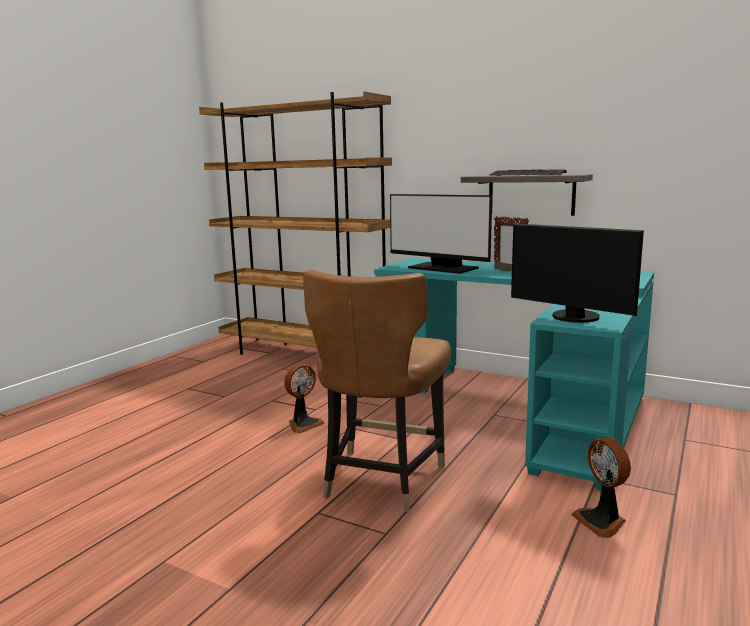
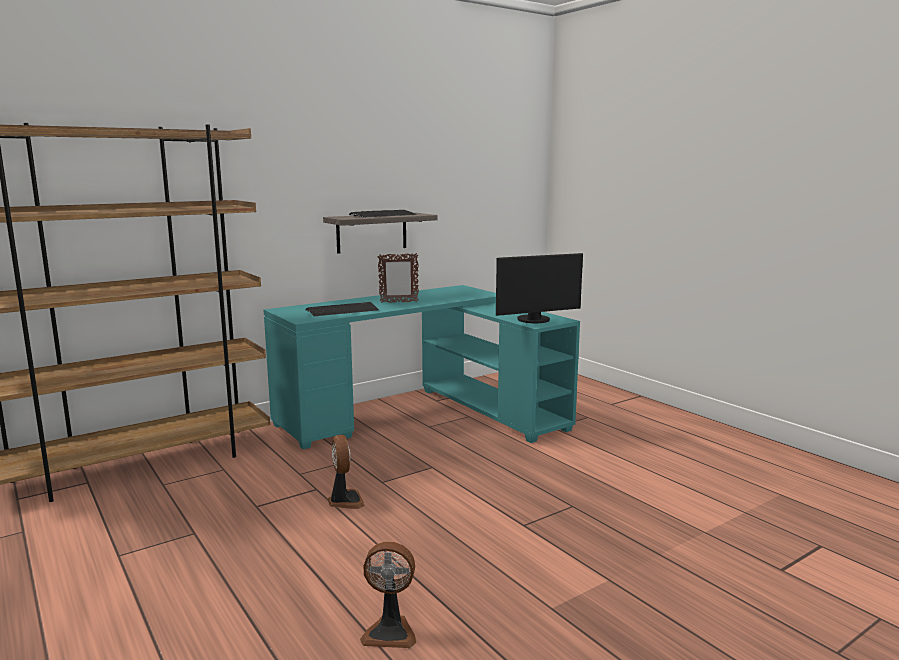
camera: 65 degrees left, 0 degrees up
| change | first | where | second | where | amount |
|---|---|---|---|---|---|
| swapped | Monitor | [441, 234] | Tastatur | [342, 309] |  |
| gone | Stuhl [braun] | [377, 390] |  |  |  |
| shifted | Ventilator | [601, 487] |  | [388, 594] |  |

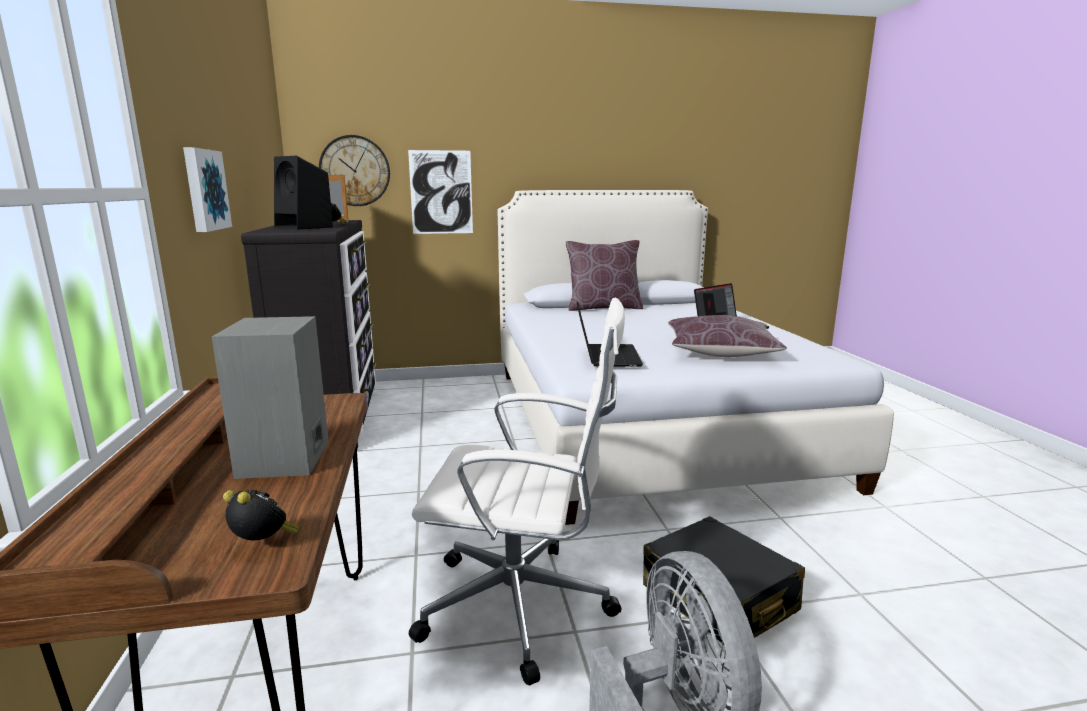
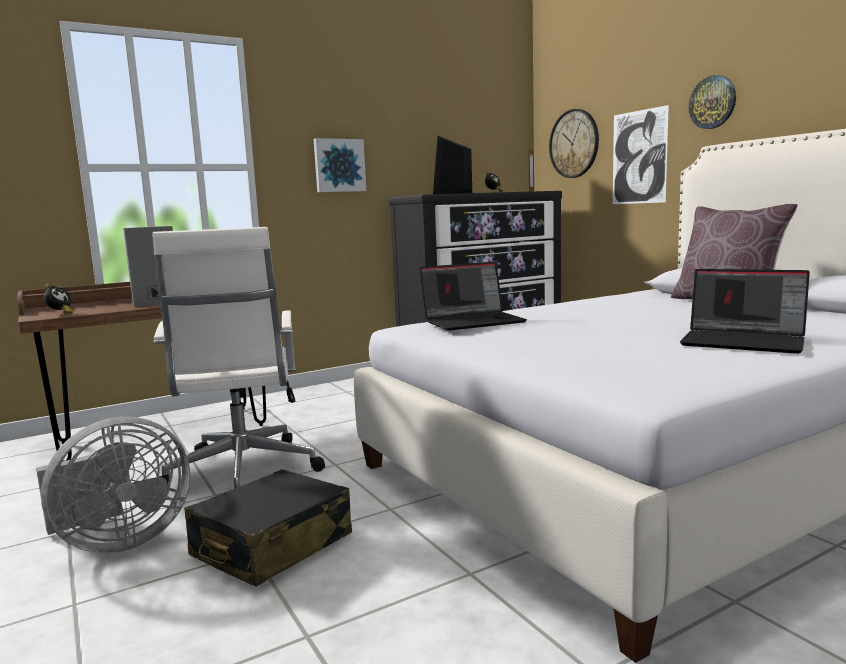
camera: 70 degrees right, 5 degrees down
| change | first | where | second | where | amount |
|---|---|---|---|---|---|
| gone | Kissen [braun] | [727, 336] |  |  |  |
| new |  |  | Wanduhr | [712, 102] |  |

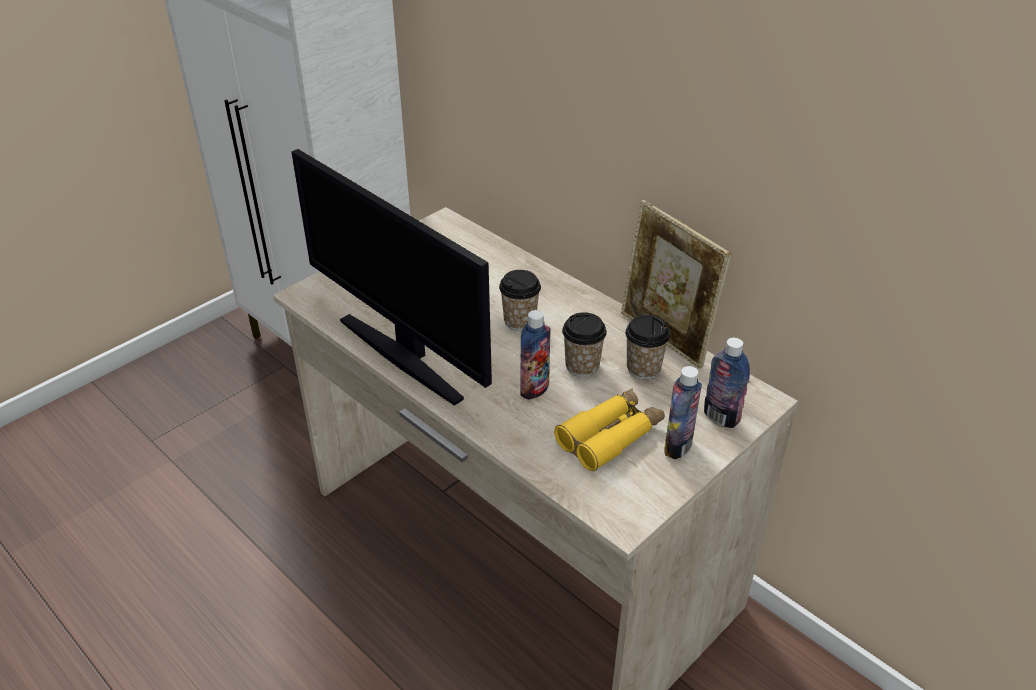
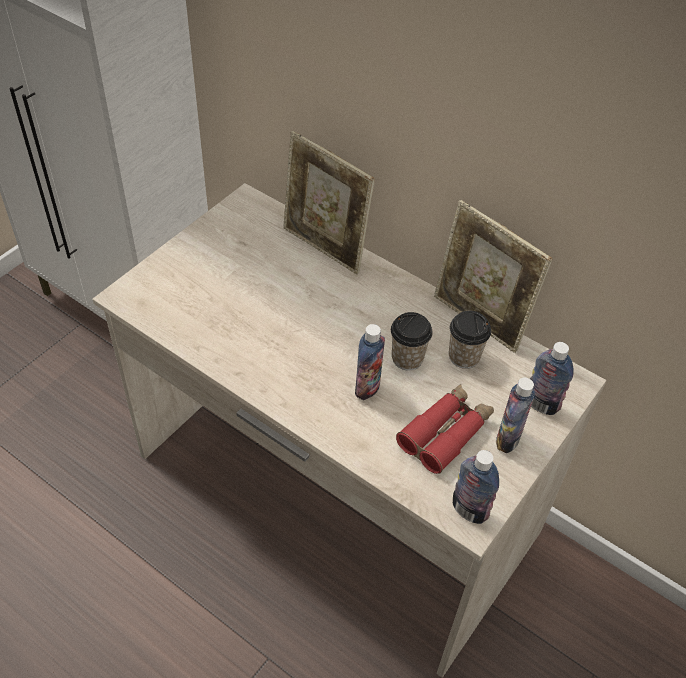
camera: 10 degrees left, 10 degrees up
| change | first | where | second | where | amount |
|---|---|---|---|---|---|
| gone | Monitor | [391, 277] |  |  |  |
| gone | Tasse | [520, 300] |  |  |  |
| repainted | Fernglas [gelb] | [609, 429] | Fernglas [rot] | [445, 429] |  |
| new |  |  | Bilderrahmen | [329, 202] |  |
| new |  |  | Flasche | [476, 487] |  |

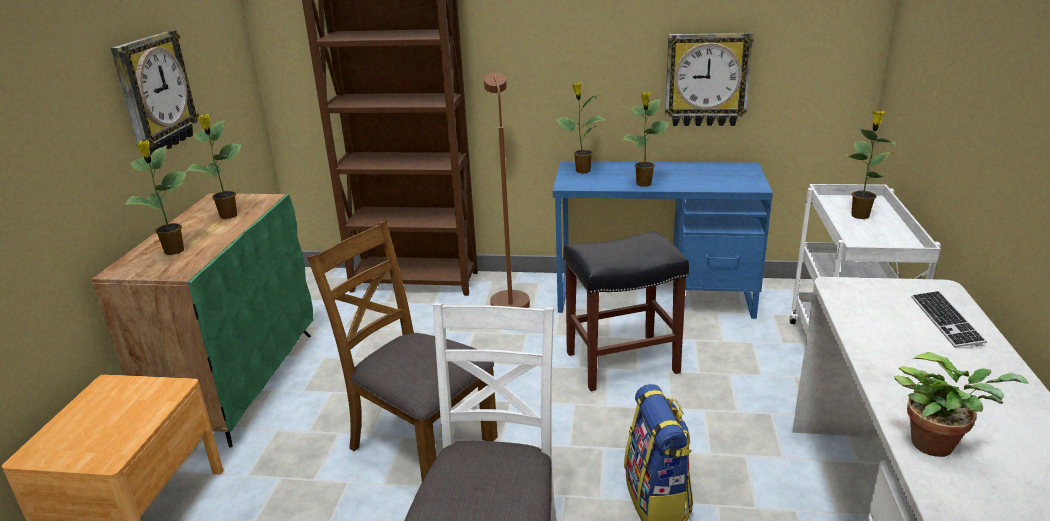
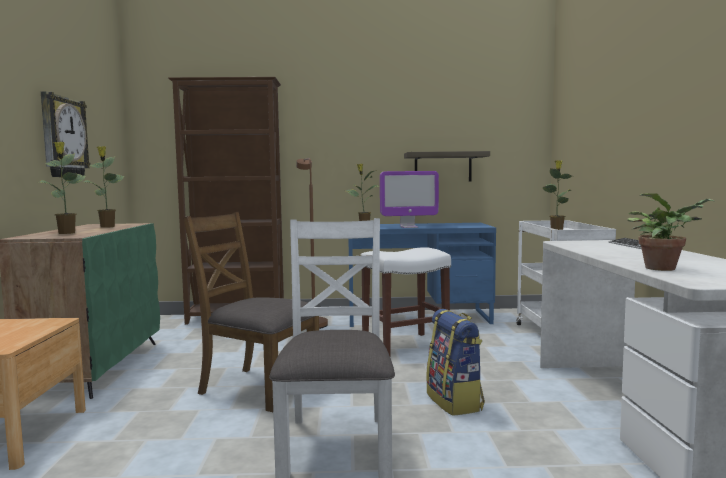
camera: 10 degrees left, 20 degrees down
| change | first | where | second | where | amount |
|---|---|---|---|---|---|
| swapped | Wanduhr | [709, 79] | Wandregal | [447, 166] |  |
| swapped | Topfpflanze | [645, 139] | Monitor | [409, 199] |  |
| repainted | Hocker [schwarz] | [626, 311] | Hocker [weiß] | [405, 301] |  |

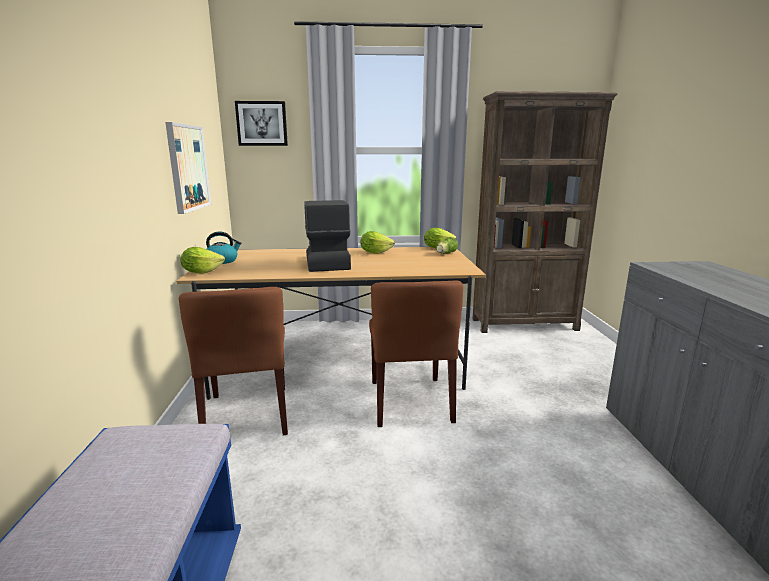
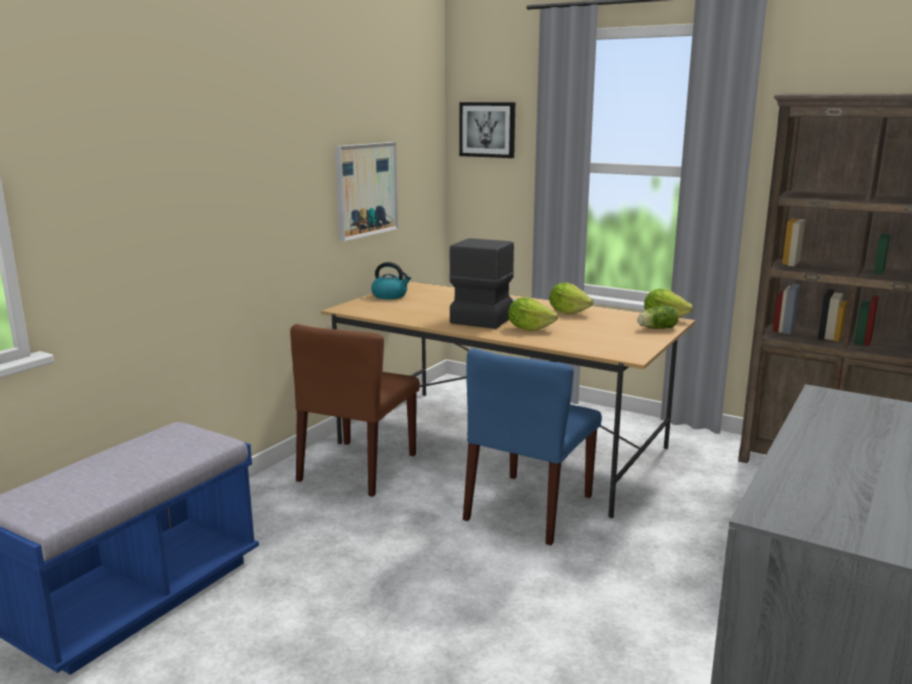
camera: 35 degrees right, 0 degrees up
| change | first | where | second | where | amount |
|---|---|---|---|---|---|
| shifted | Salatkopf | [203, 260] |  | [533, 314] |  |
| repainted | Stuhl [braun] | [416, 353] | Stuhl [blau] | [532, 446] |  |

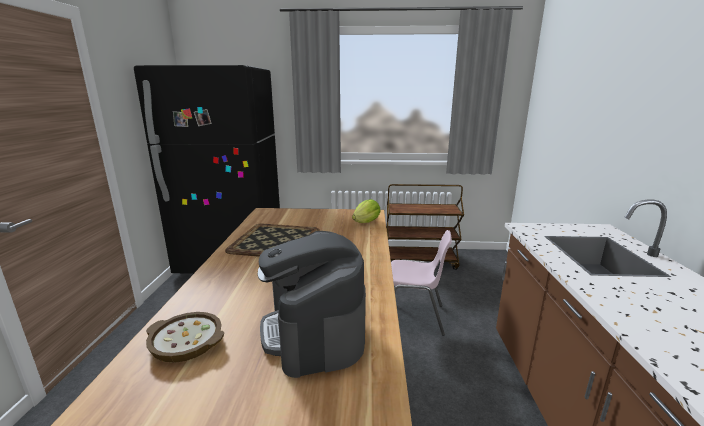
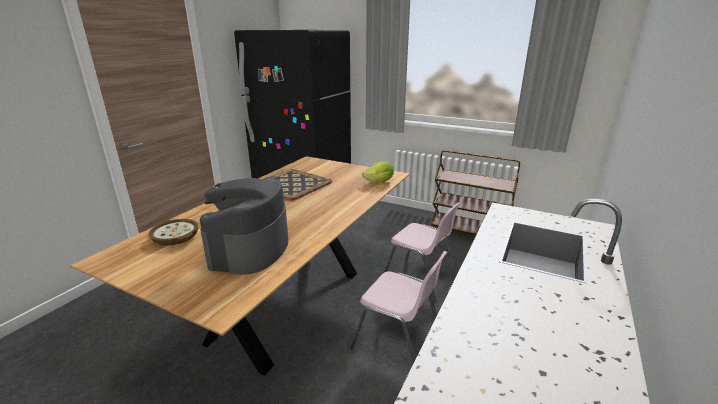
camera: 25 degrees right, 5 degrees up
| change | first | where | second | where | amount |
|---|---|---|---|---|---|
| new |  |  | Stuhl [rosa] | [399, 307] |  |

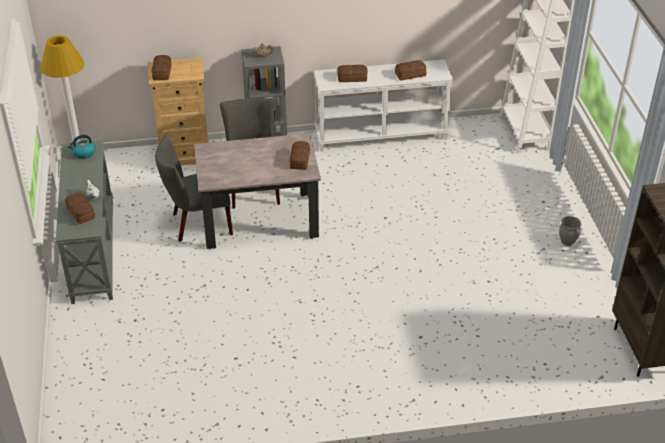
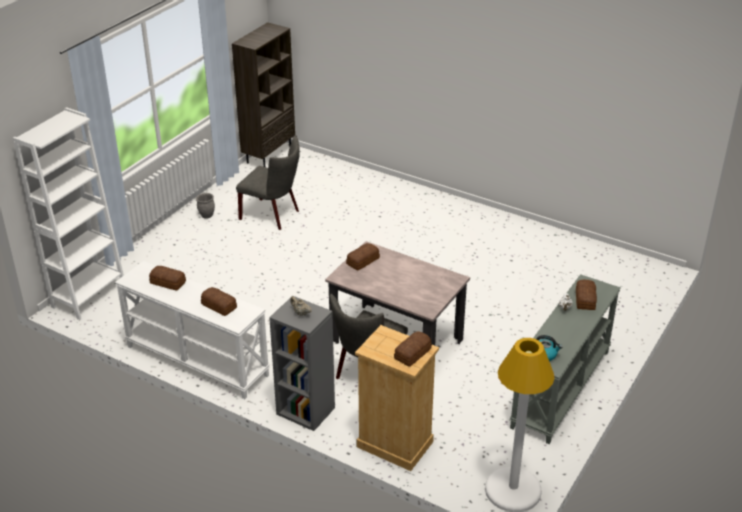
camera: 140 degrees left, 5 degrees down
| change | first | where | second | where | amount |
|---|---|---|---|---|---|
| shifted | Stuhl [grau] | [194, 188] |  | [268, 182] |  |

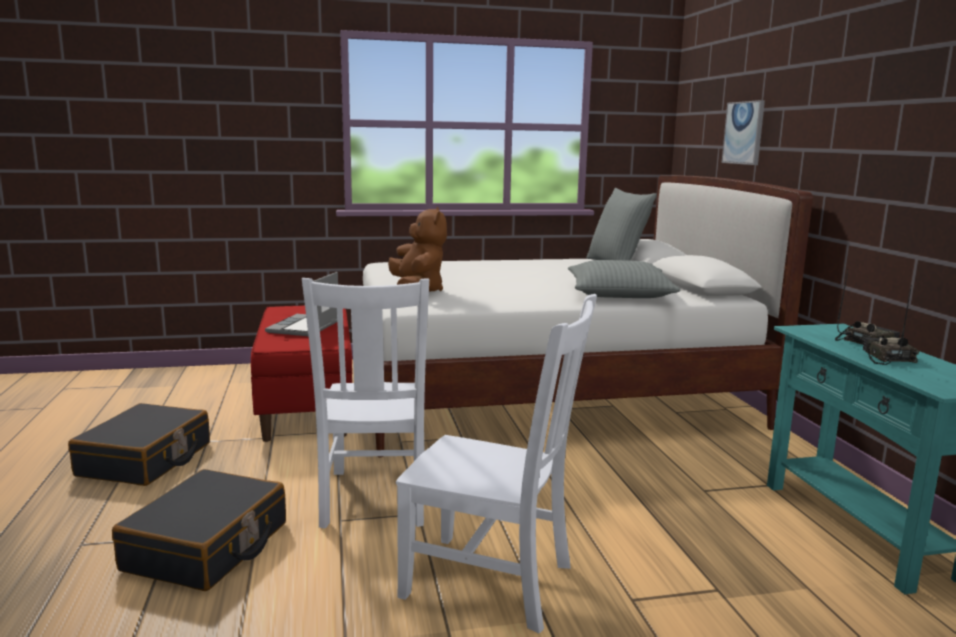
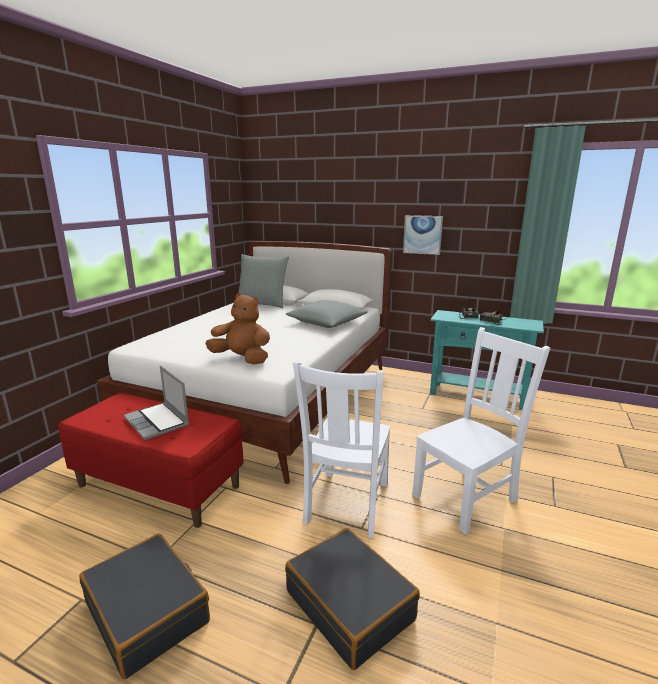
camera: 55 degrees left, 5 degrees up
| change | first | where | second | where | amount |
|---|---|---|---|---|---|
| shifted | Bild | [743, 132] |  | [423, 235] |  |
| rotated | Stuhl [weiß] | [365, 403] |  | [341, 449] | 75 degrees clockwise |

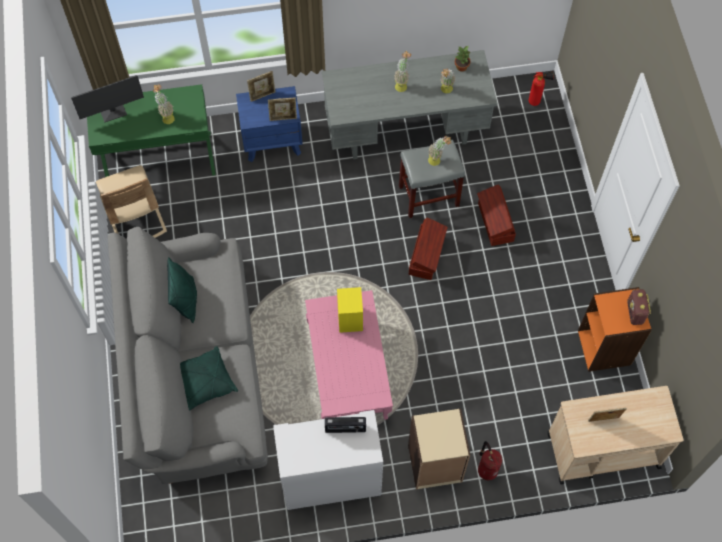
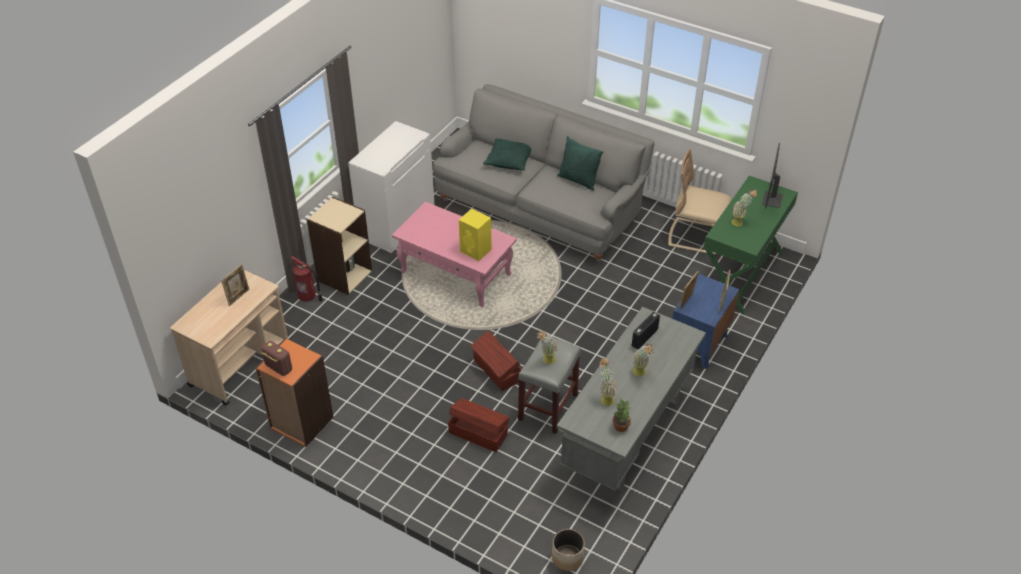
camera: 130 degrees right, 20 degrees down
| change | first | where | second | where | amount |
|---|---|---|---|---|---|
| swapped | Feuerlöscher | [541, 88] | Pflanzkübel | [568, 550] |  |
| shifted | Radio | [345, 425] |  | [646, 330] |  |

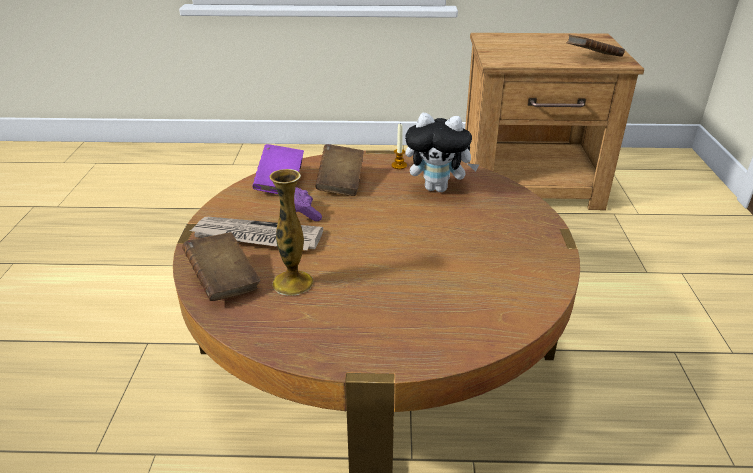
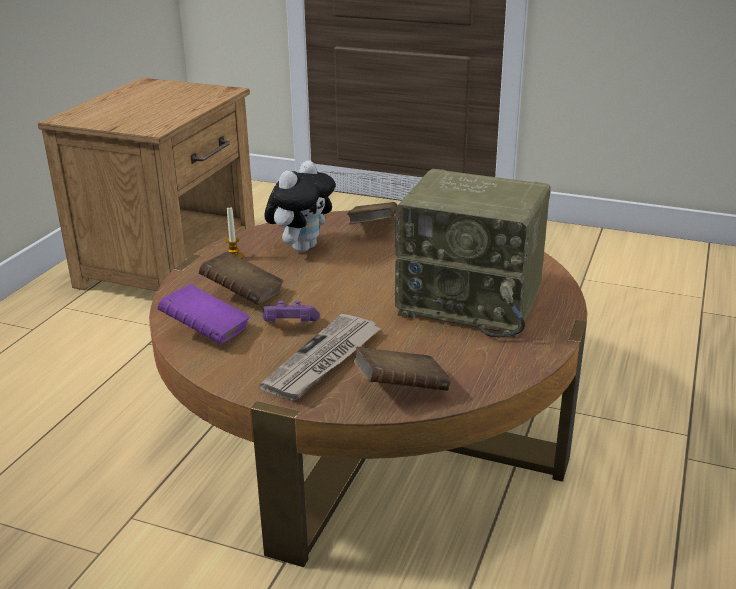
camera: 70 degrees left, 5 degrees down
| change | first | where | second | where | amount |
|---|---|---|---|---|---|
| shifted | Buch [braun] | [596, 45] |  | [372, 213] |  |
| gone | Vase | [291, 232] |  |  |  |
| new |  |  | Radio | [473, 253] |  |

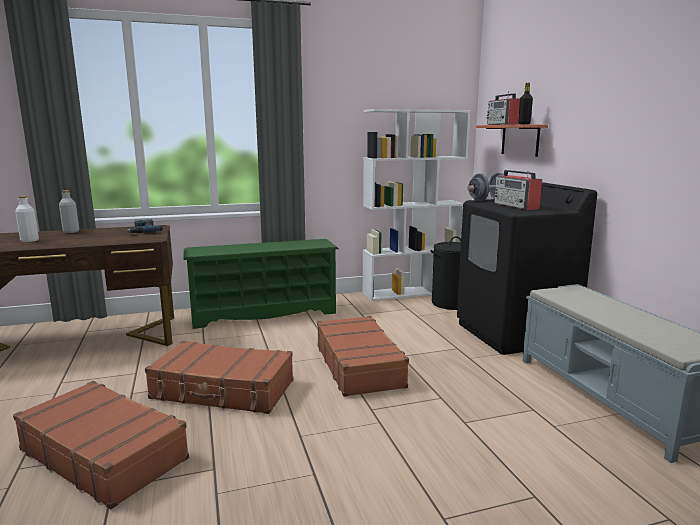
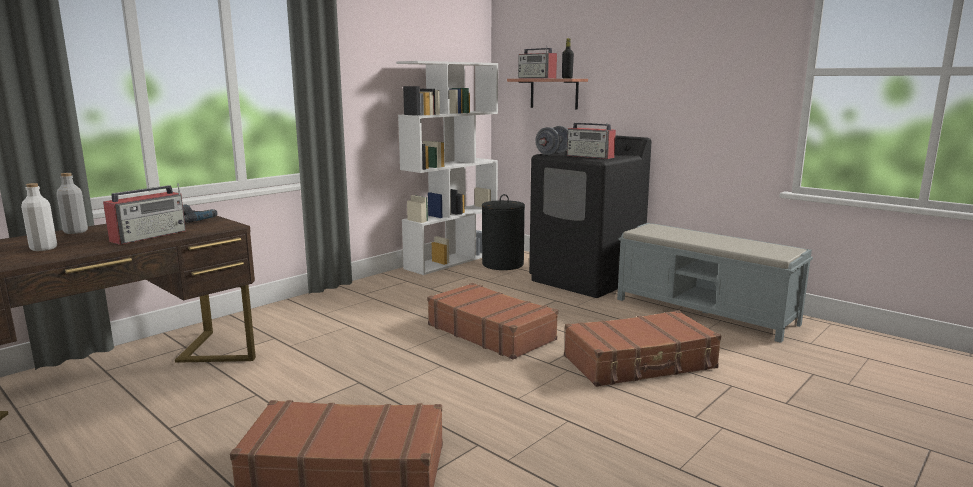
camera: 30 degrees left, 0 degrees up
| change | first | where | second | where | amount |
|---|---|---|---|---|---|
| gone | Schuhregal [grün] | [261, 284] |  |  |  |
| shifted | Koffer [braun] | [219, 377] |  | [642, 348] |  |
| new |  |  | Radio | [144, 214] |  |

